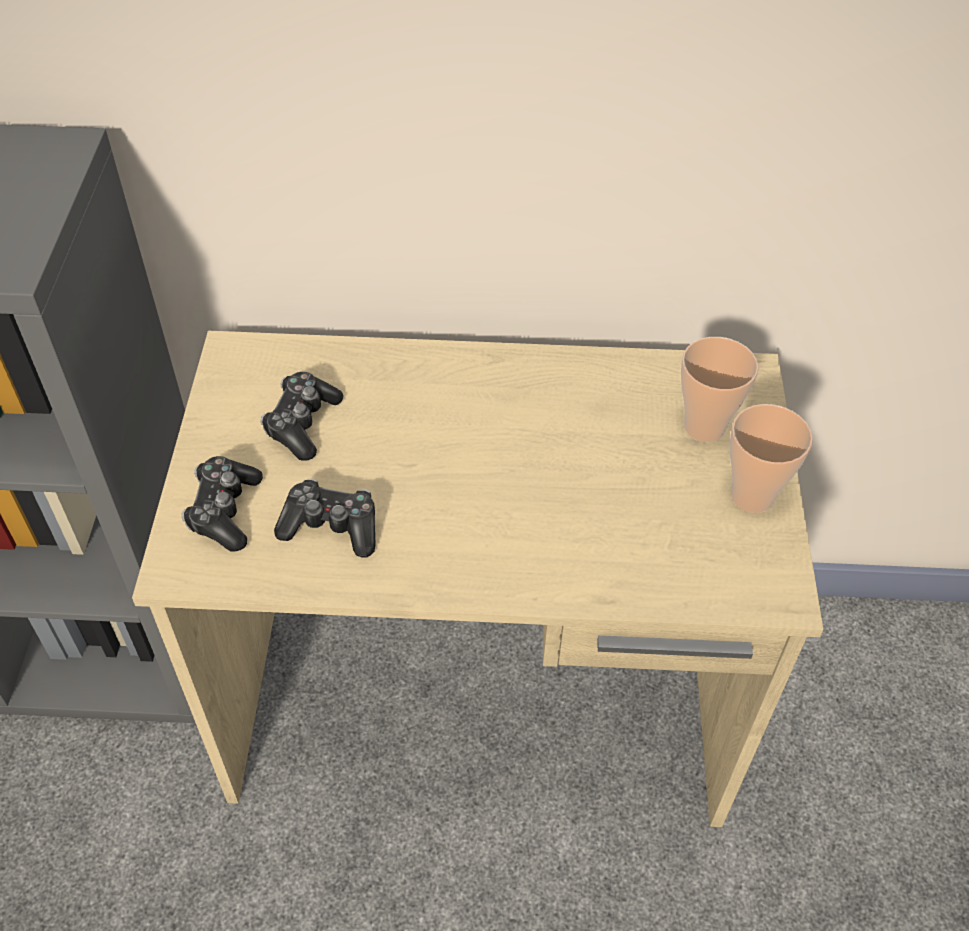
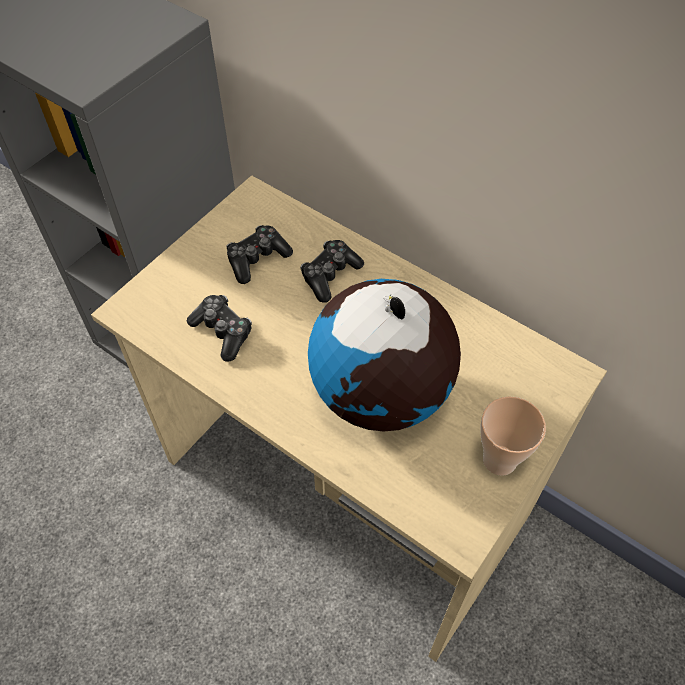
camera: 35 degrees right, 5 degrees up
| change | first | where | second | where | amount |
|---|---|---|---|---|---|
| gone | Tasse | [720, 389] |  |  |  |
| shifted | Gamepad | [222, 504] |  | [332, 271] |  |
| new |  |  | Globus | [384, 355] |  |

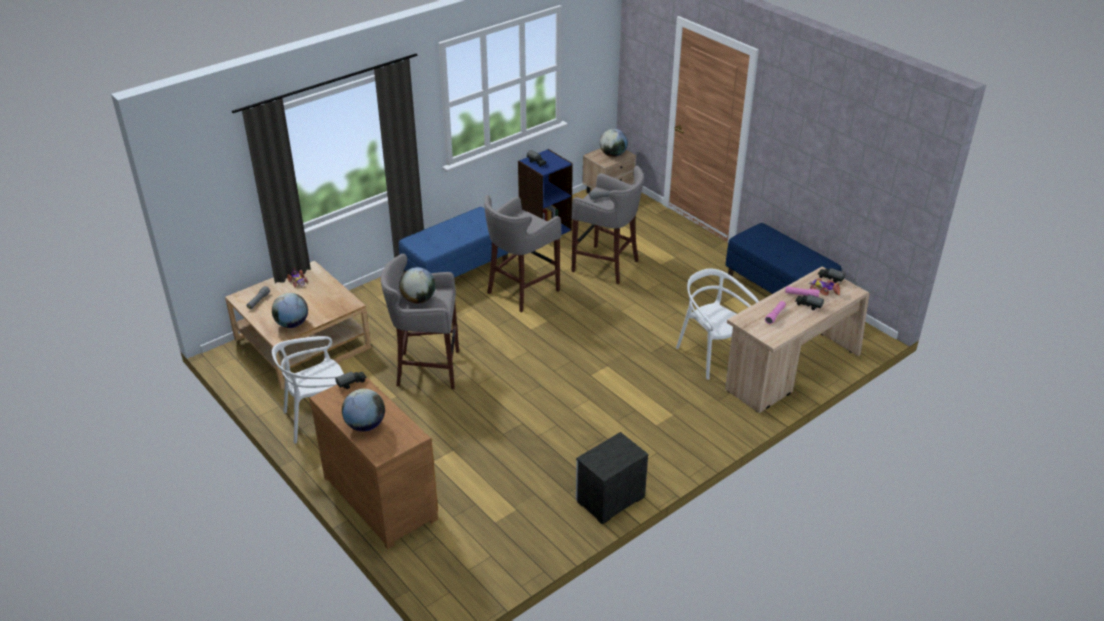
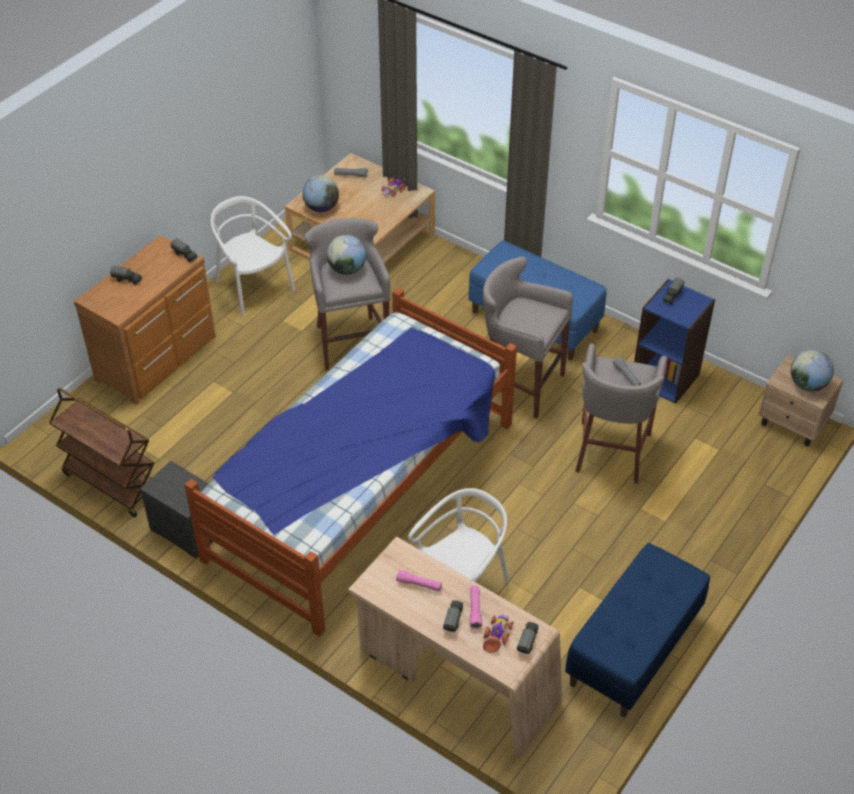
camera: 75 degrees right, 10 degrees up
| change | first | where | second | where | amount |
|---|---|---|---|---|---|
| swapped | Globus | [363, 410] | Spielzeuglaster | [126, 275] |  |
| new |  |  | Bett | [350, 462] |  |
| new |  |  | Rollwagen [braun] | [102, 453] |  |

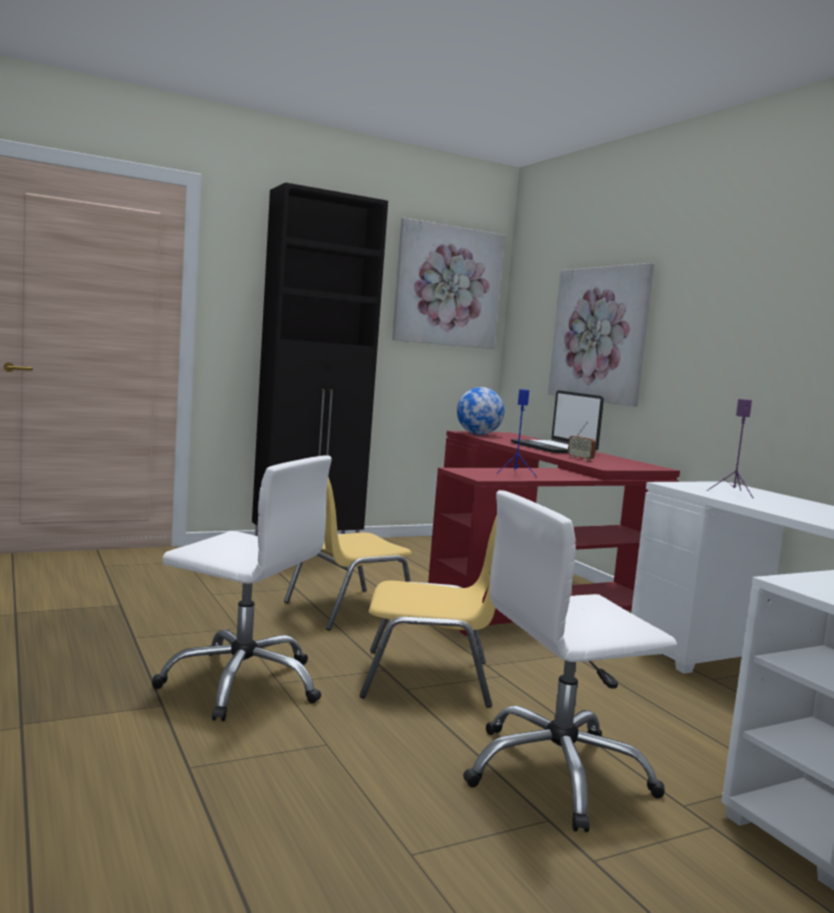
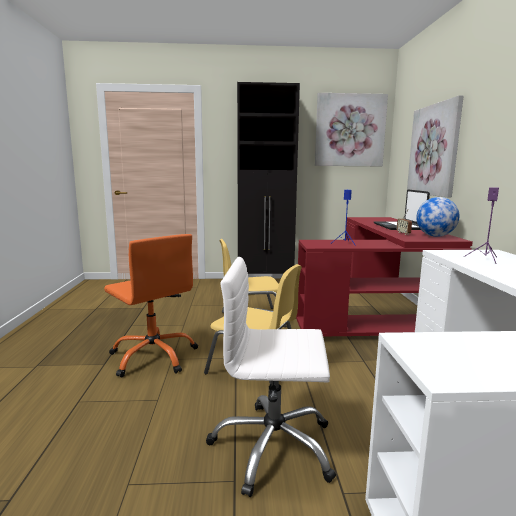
camera: 25 degrees right, 5 degrees up
| change | first | where | second | where | amount |
|---|---|---|---|---|---|
| shifted | Globus | [480, 411] |  | [437, 217] |  |
| repainted | Bürostuhl [weiß] | [242, 588] | Bürostuhl [orange] | [151, 306] |  |

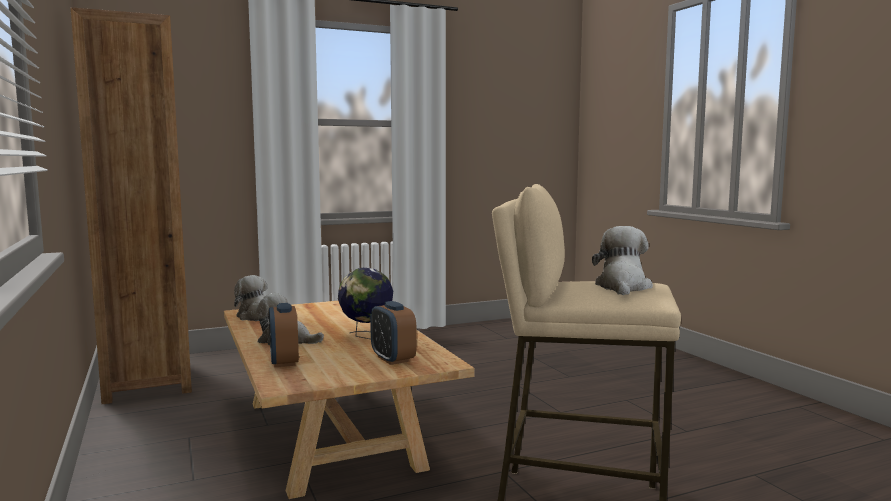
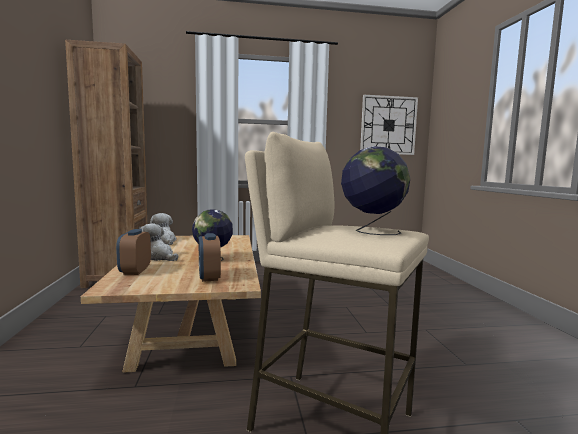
camera: 15 degrees right, 0 degrees up
| change | first | where | second | where | amount |
|---|---|---|---|---|---|
| swapped | Plüschtier | [622, 260] | Globus | [375, 190] |  |
| new |  |  | Wanduhr | [389, 125] |  |

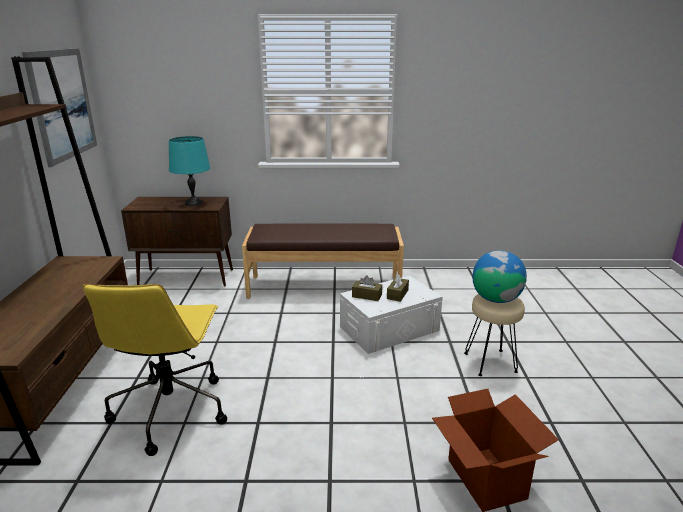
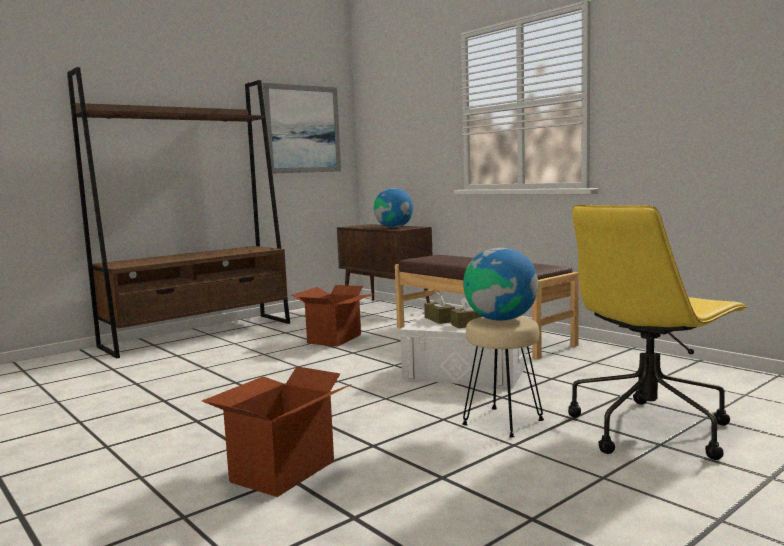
camera: 50 degrees right, 15 degrees down
| change | first | where | second | where | amount |
|---|---|---|---|---|---|
| swapped | Tischlampe [türkis] | [189, 171] | Globus | [393, 208] |  |
| shifted | Bürostuhl [gelb] | [155, 370] |  | [657, 332] |  |
| new |  |  | Karton | [332, 315] |  |

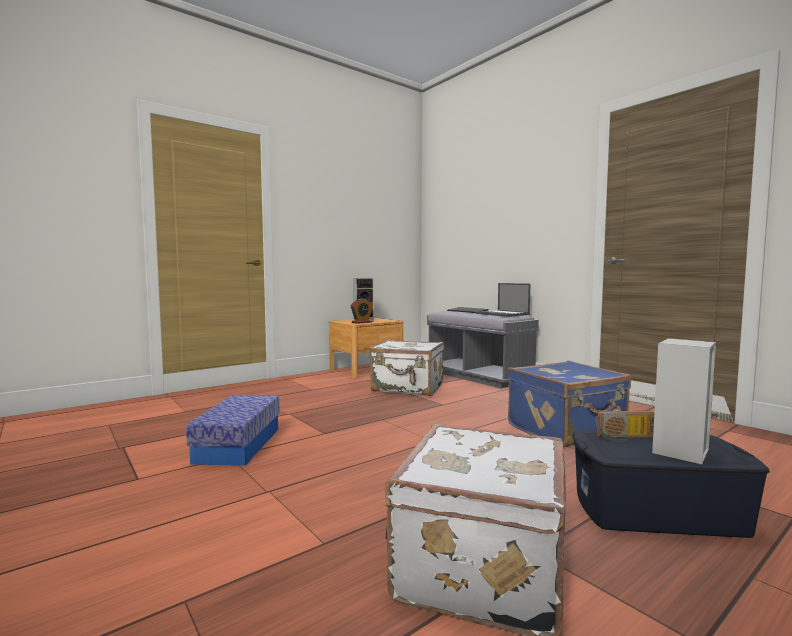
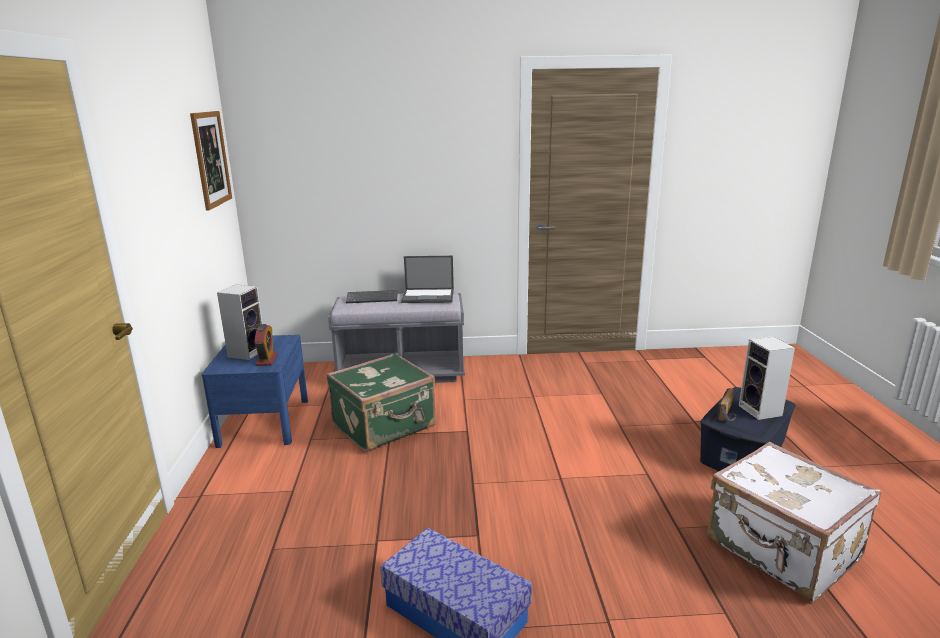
camera: 55 degrees left, 15 degrees up
| change | first | where | second | where | amount |
|---|---|---|---|---|---|
| repainted | Nachttisch [braun] | [366, 348] | Nachttisch [blau] | [255, 391] |  |
| repainted | Koffer [weiß] | [406, 368] | Koffer [grün] | [381, 402] |  |
| gone | Koffer [blau] | [569, 404] |  |  |  |
| new |  |  | Bild | [211, 161] |  |

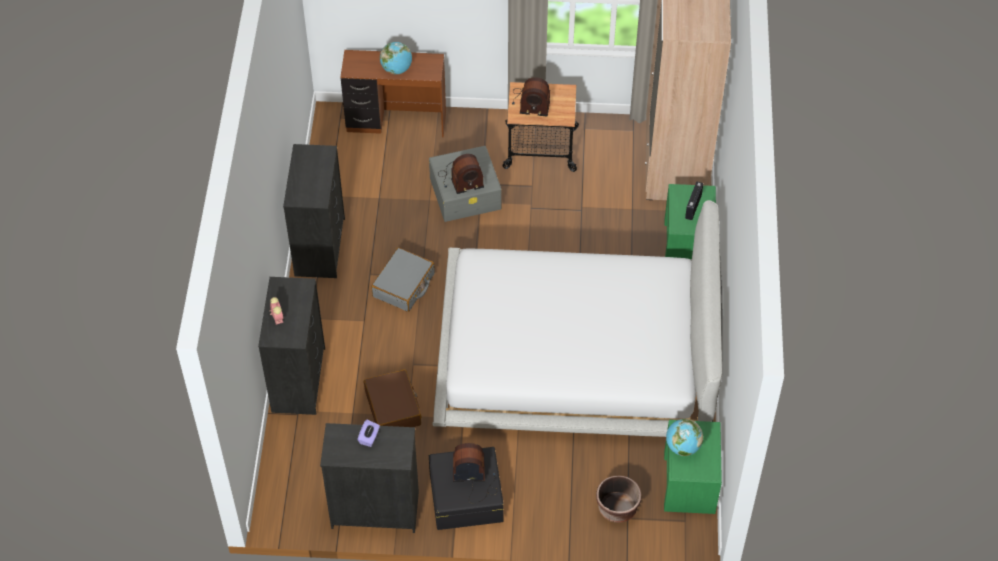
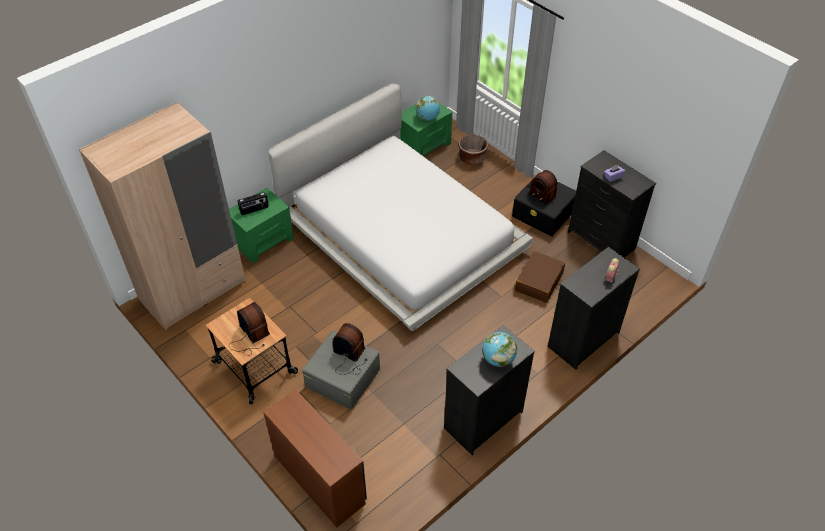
camera: 135 degrees left, 5 degrees down
| change | first | where | second | where | amount |
|---|---|---|---|---|---|
| shifted | Globus | [396, 58] |  | [499, 349] |  |
| gone | Koffer [grau] | [403, 279] |  |  |  |

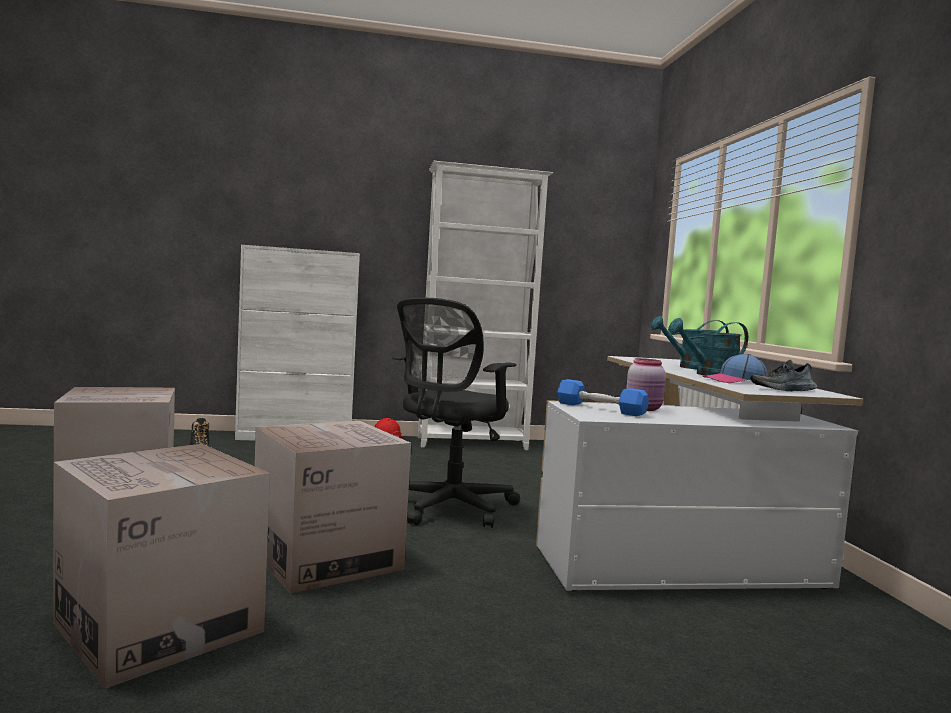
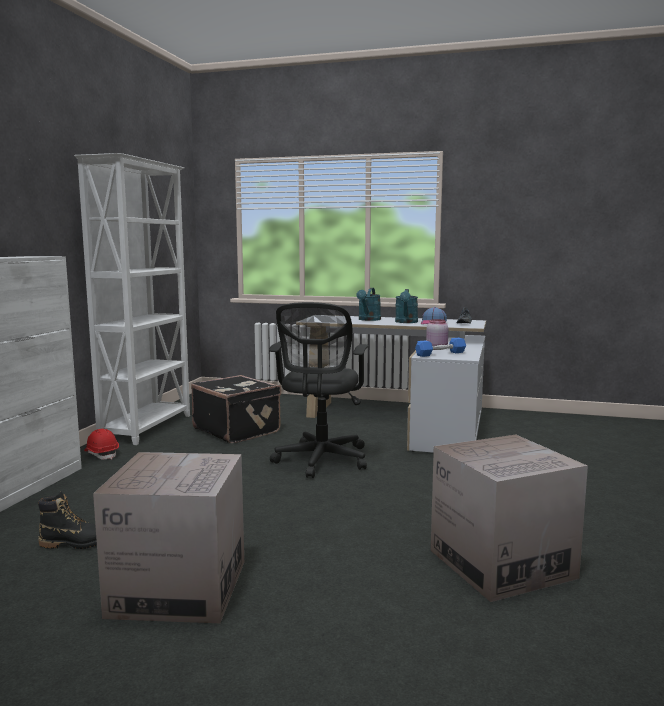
camera: 65 degrees left, 5 degrees up
| change | first | where | second | where | amount |
|---|---|---|---|---|---|
| rotated | Bürostuhl [schwarz] | [456, 413] |  | [318, 390] | 45 degrees clockwise |
| gone | Karton | [332, 507] |  |  |  |
| new |  |  | Koffer [schwarz] | [236, 409] |  |

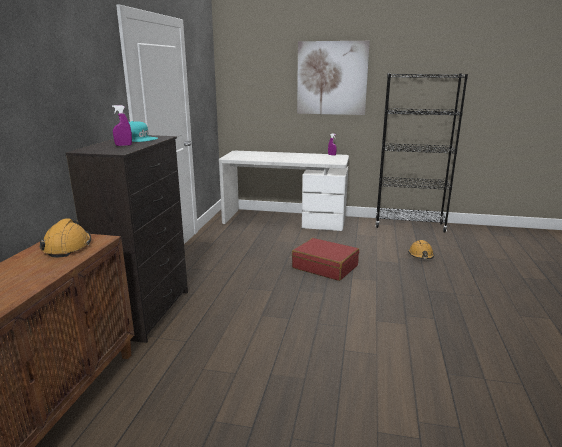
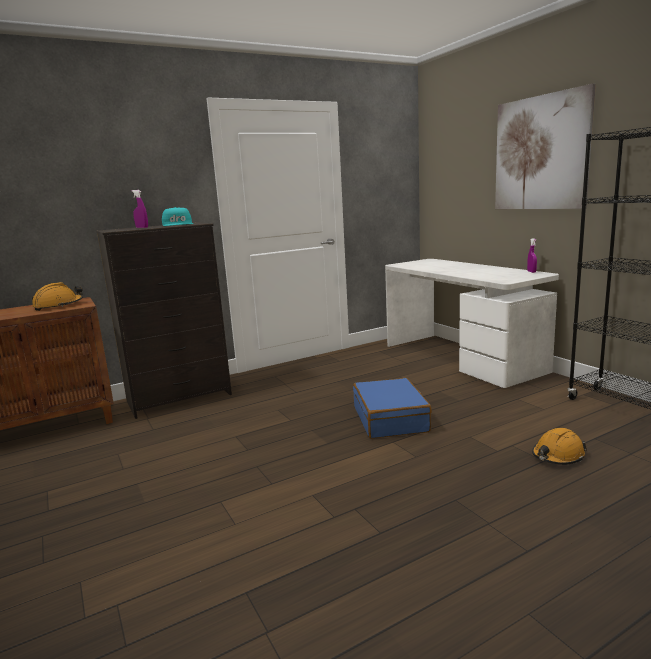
camera: 50 degrees right, 5 degrees down
| change | first | where | second | where | amount |
|---|---|---|---|---|---|
| repainted | Koffer [rot] | [325, 259] | Koffer [blau] | [392, 408] |  |

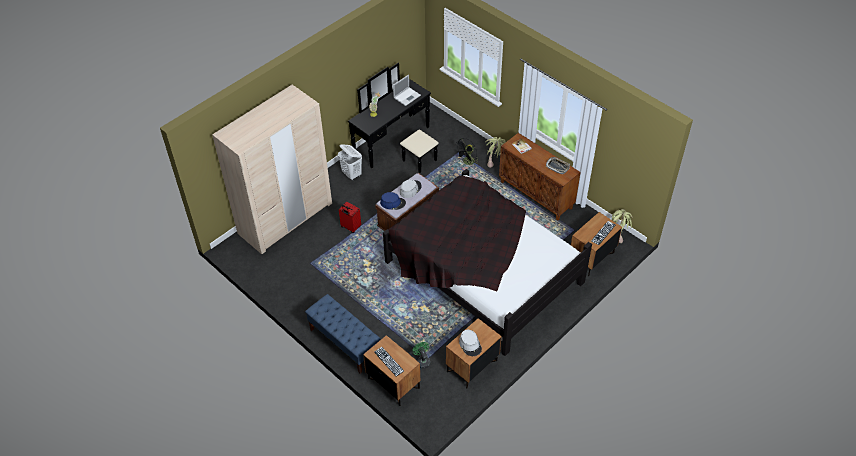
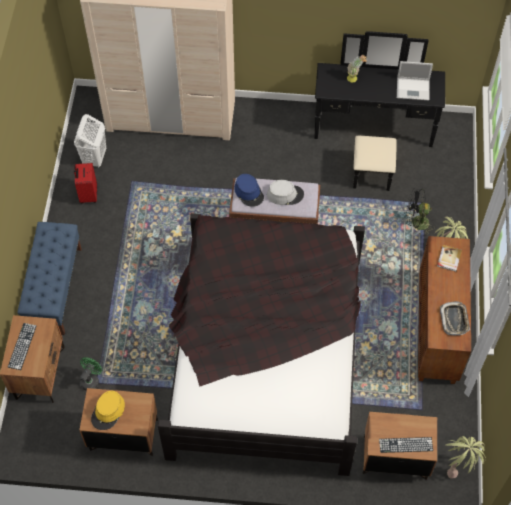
camera: 50 degrees right, 10 degrees up
| change | first | where | second | where | amount |
|---|---|---|---|---|---|
| shifted | Wäschekorb [weiß] | [350, 162] |  | [90, 141] |  |
| shifted | Koffer [rot] | [350, 217] |  | [85, 183] |  |
| repainted | Hut [grau] | [470, 343] | Hut [gelb] | [108, 410] |  |

